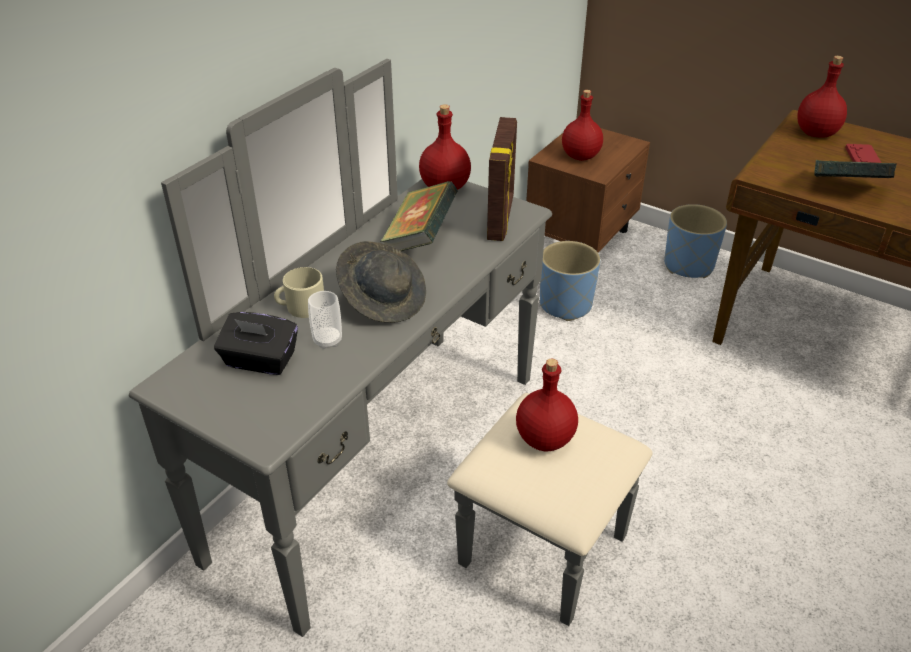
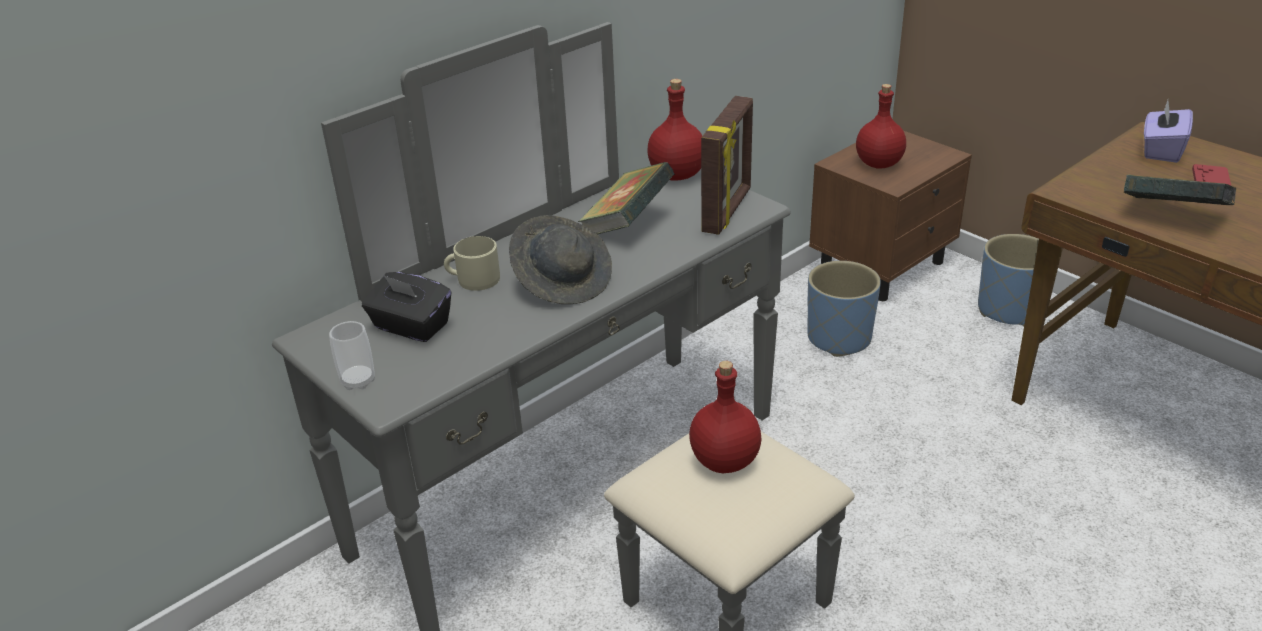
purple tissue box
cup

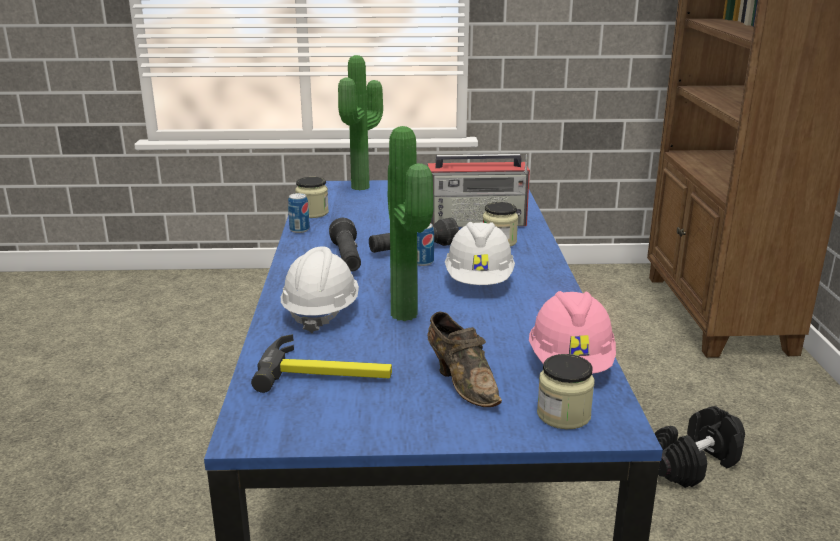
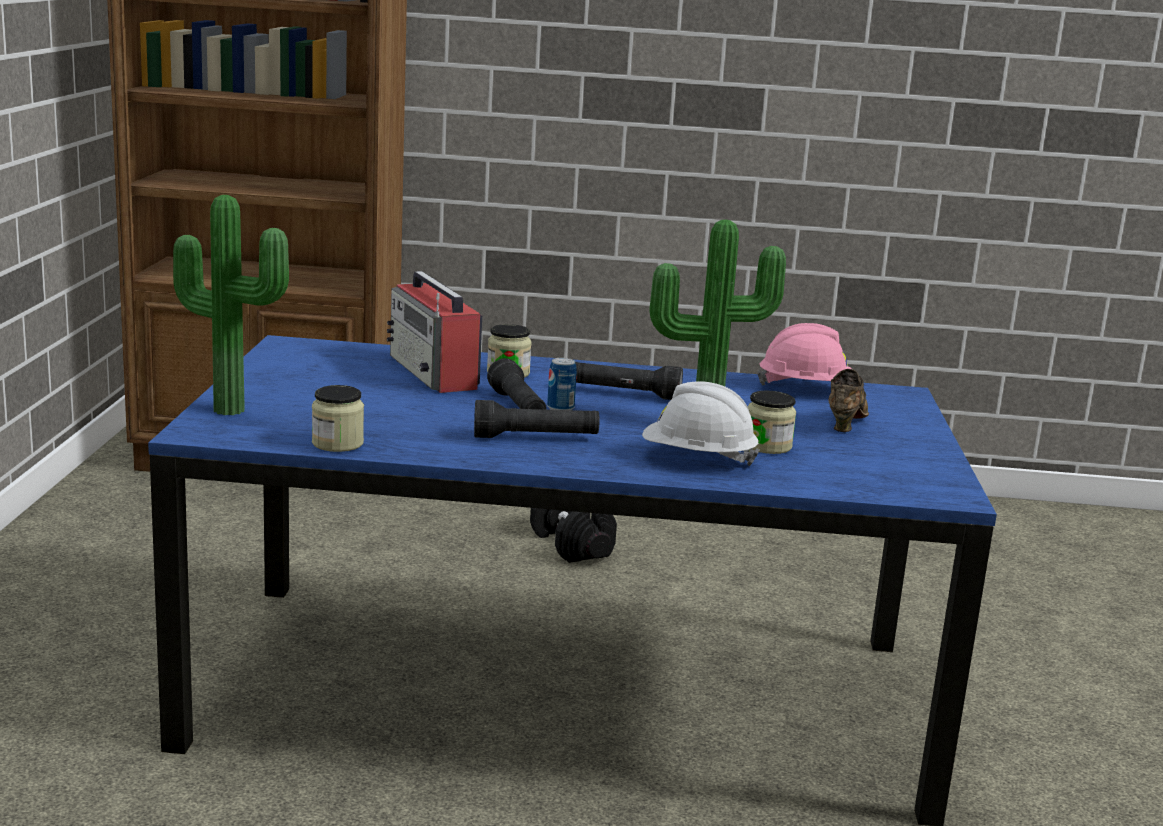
radio
can (1st from left in the first image)
black flashlight (3rd from left)
brown shoe
hammer
jar (3rd from left)

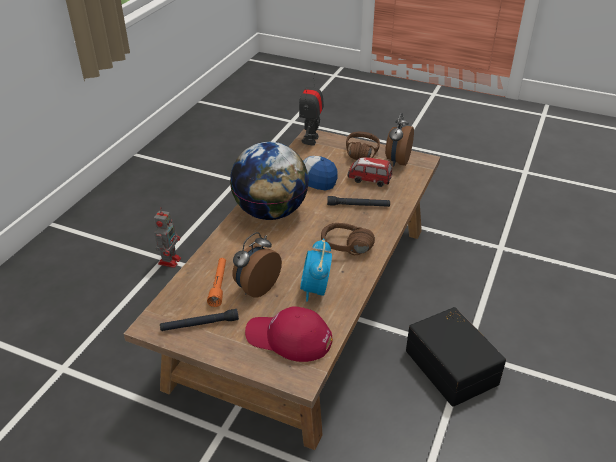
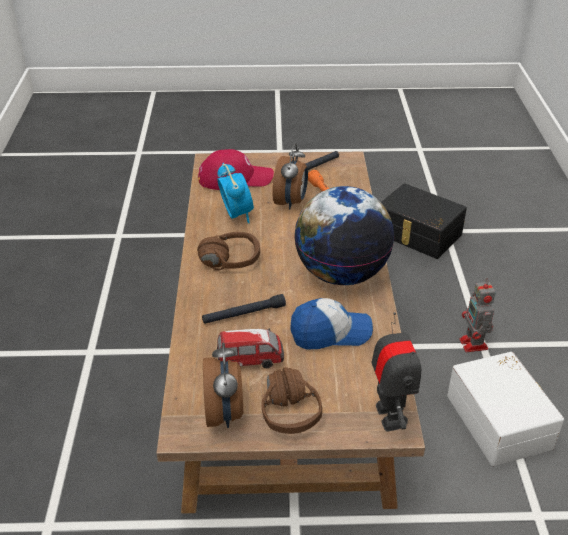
black storage box
white storage box

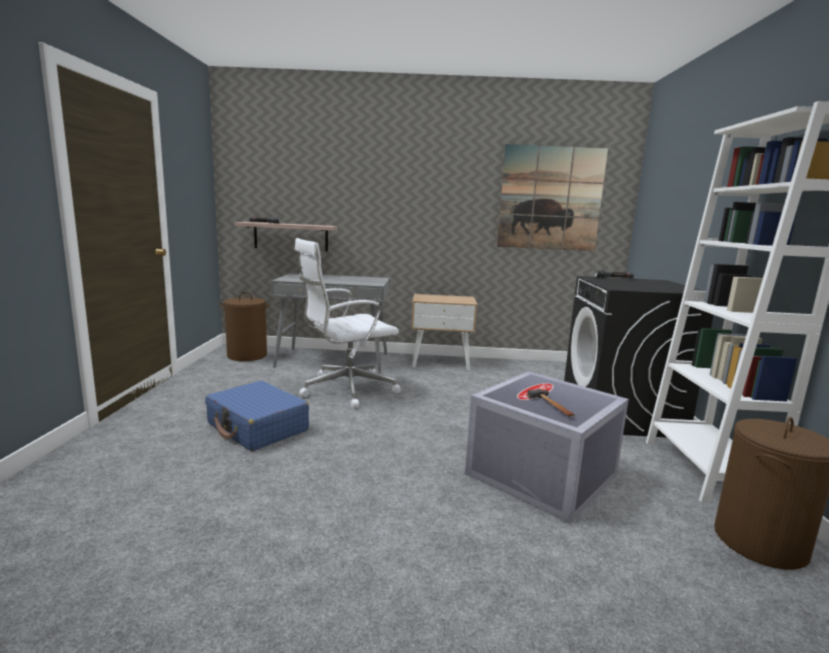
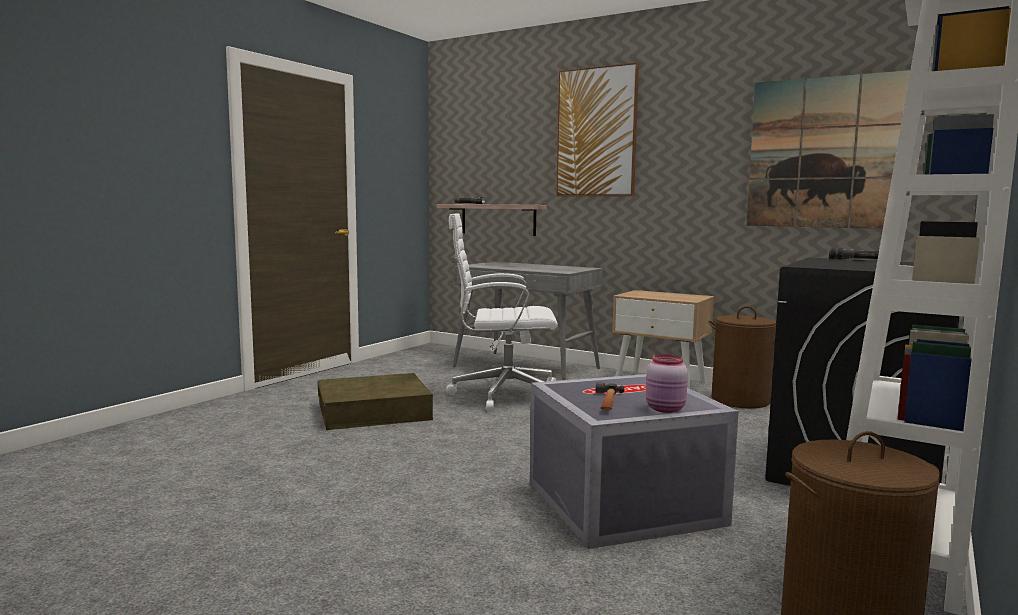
brown laundry basket (1st from left)
brown storage box
picture (1st from left)
pink jar

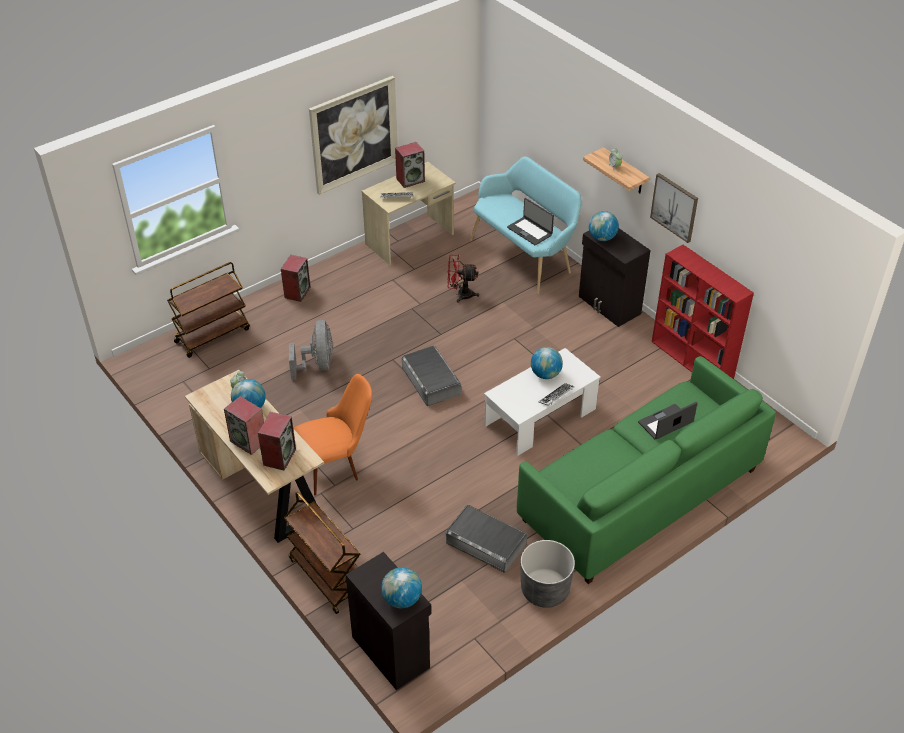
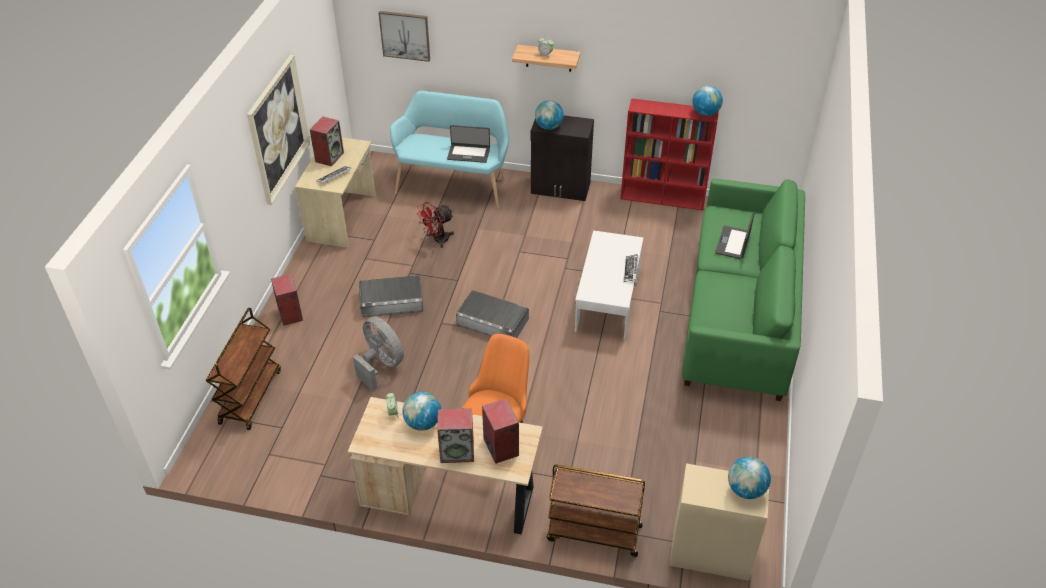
picture (2nd from left)
globe (3rd from left)
grey storage box (1st from left)
grey planter
beige cabinet

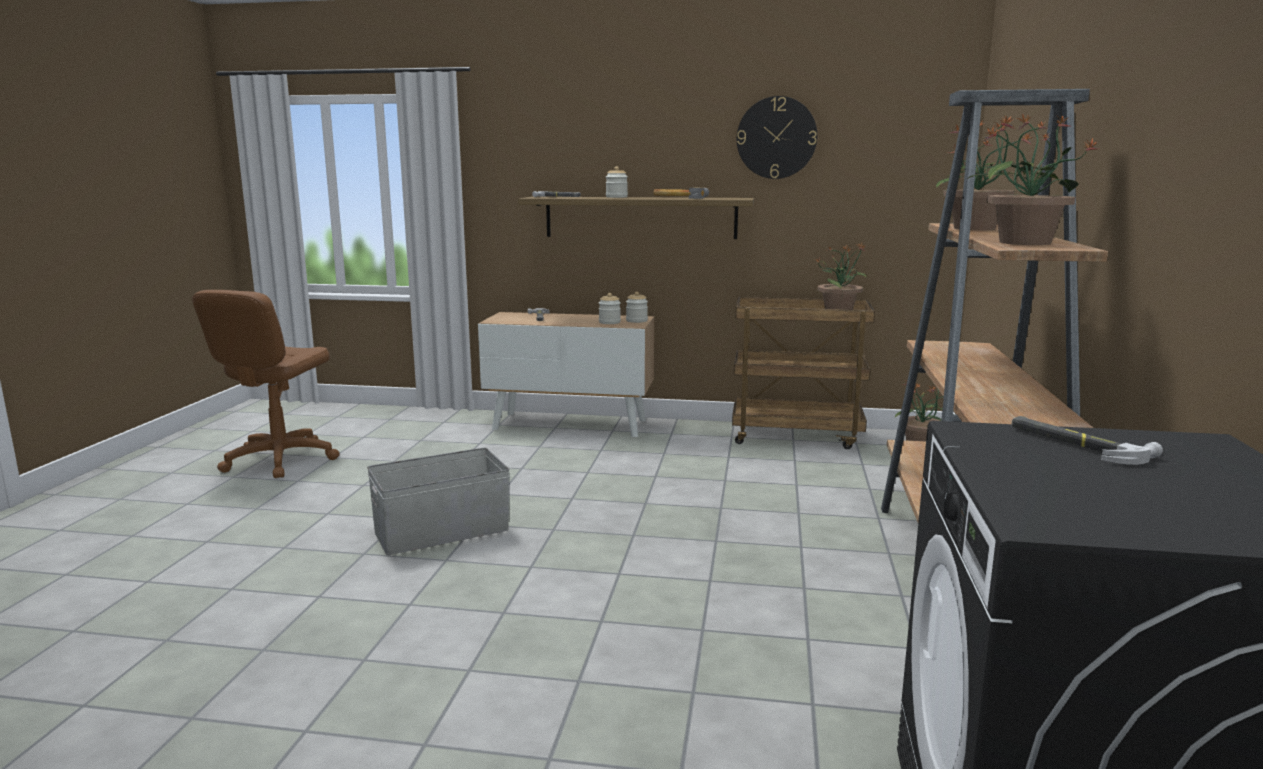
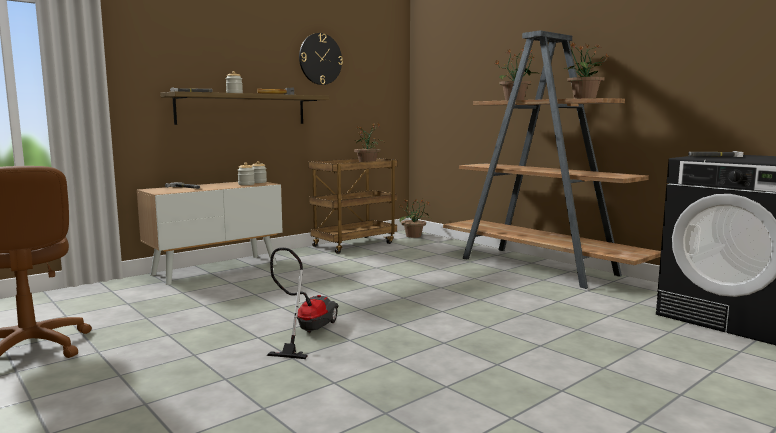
vacuum cleaner

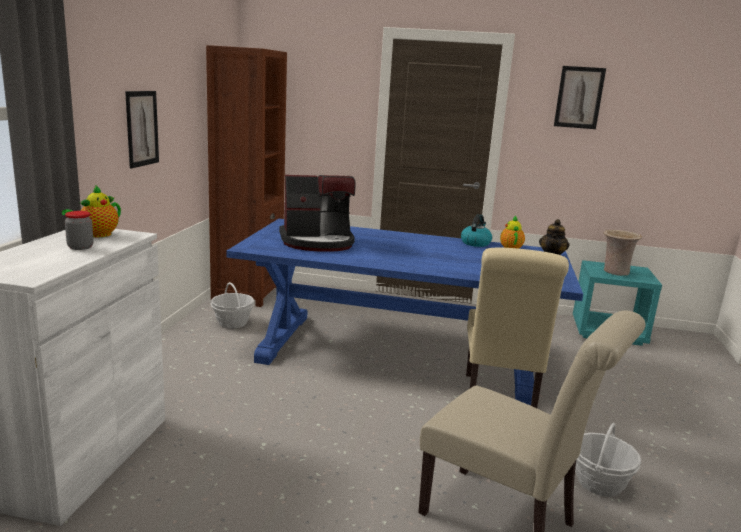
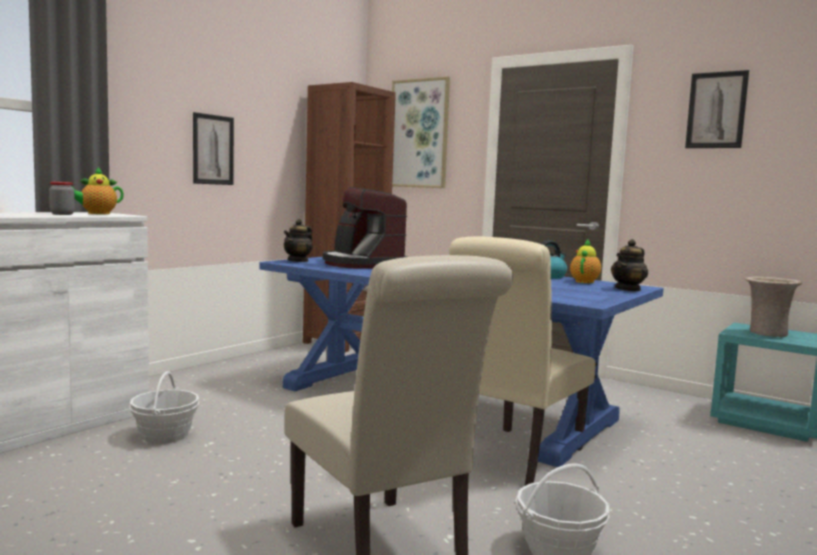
coffee machine
basket (1st from left)
picture (2nd from left)
teapot (2nd from left)

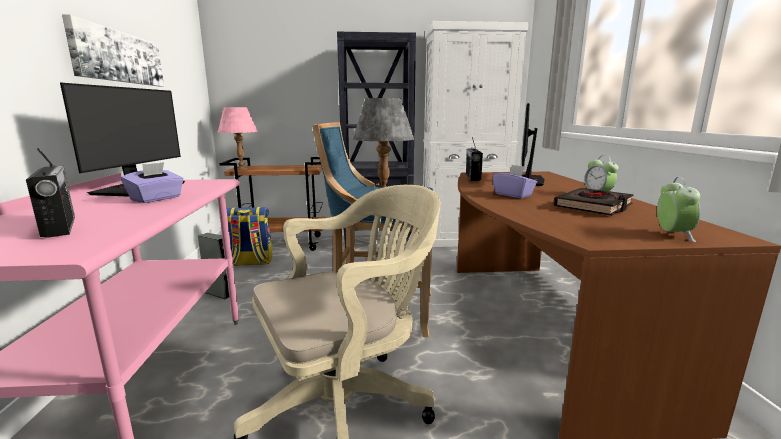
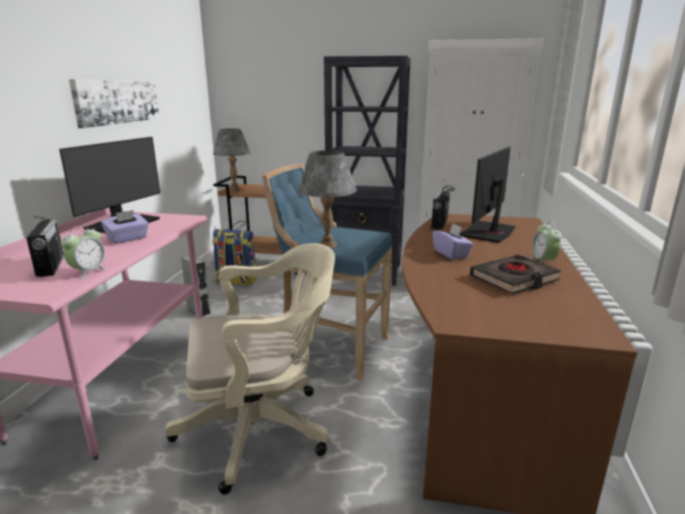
grey table lamp (1st from left)
alarm clock (1st from left)

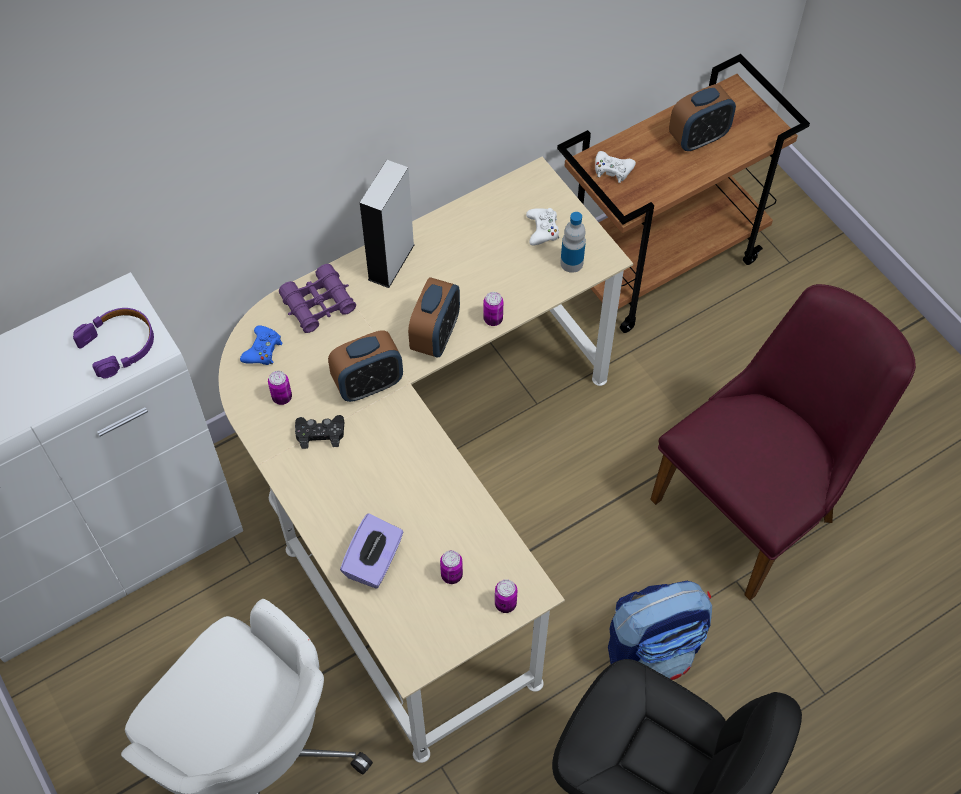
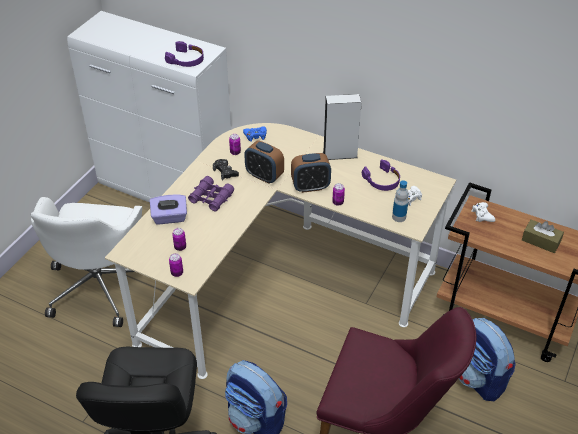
brown tissue box
purple binoculars
purple headphones (2nd from left)
backpack (2nd from left)

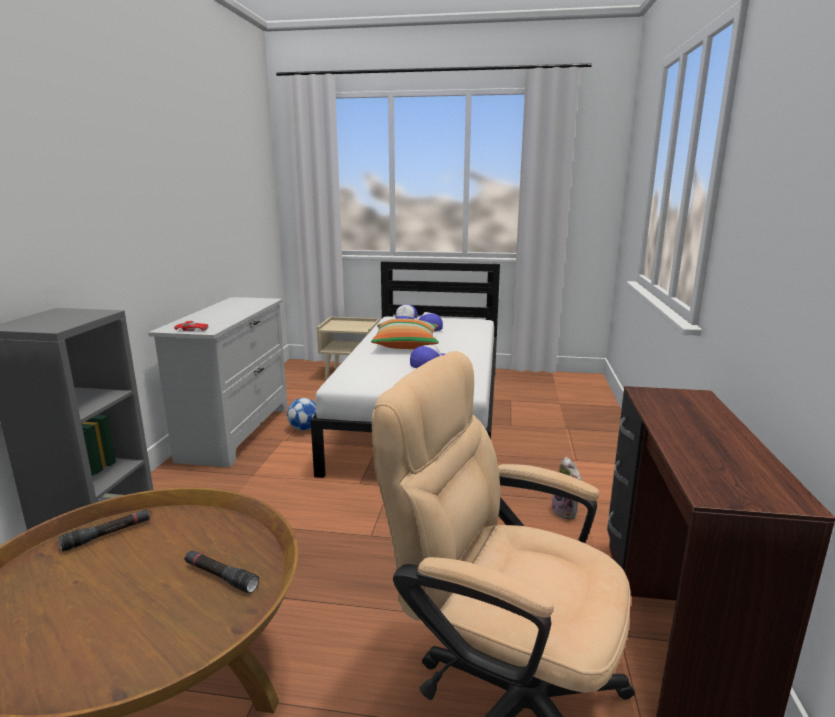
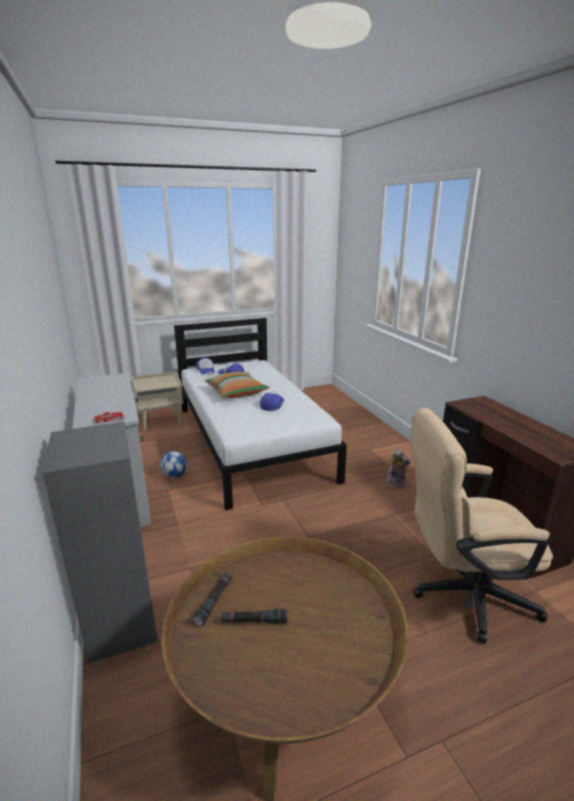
black flashlight (2nd from left)

